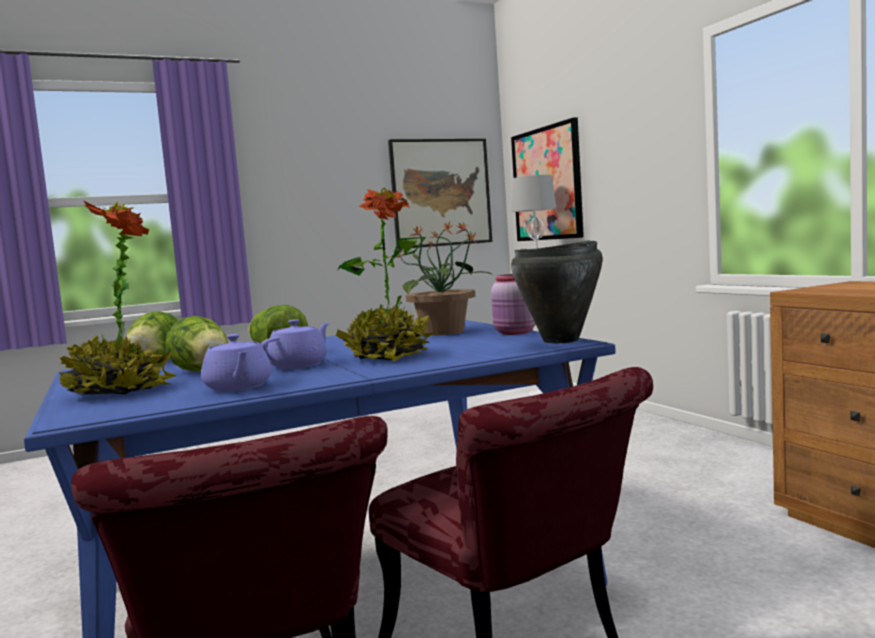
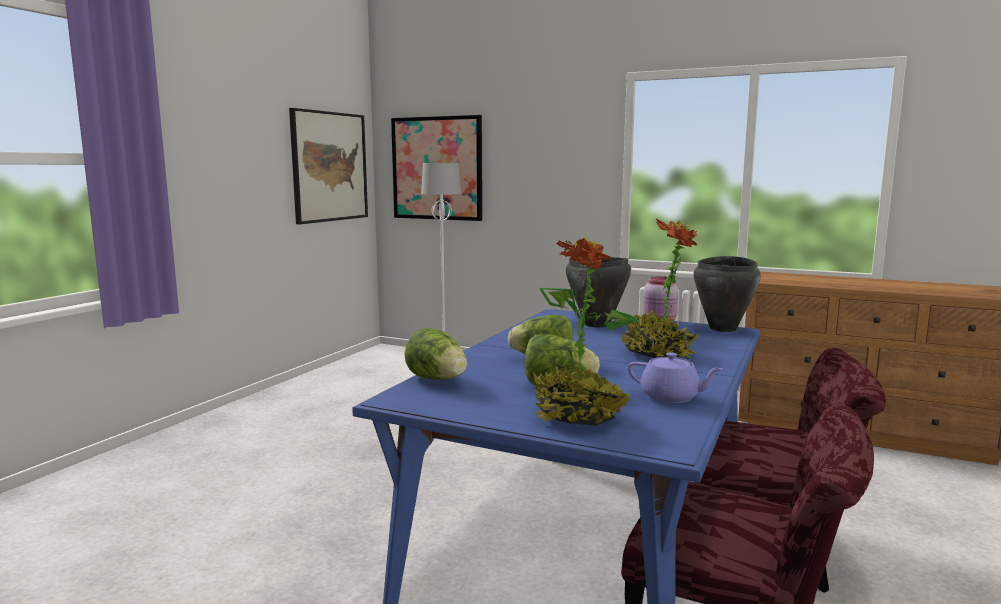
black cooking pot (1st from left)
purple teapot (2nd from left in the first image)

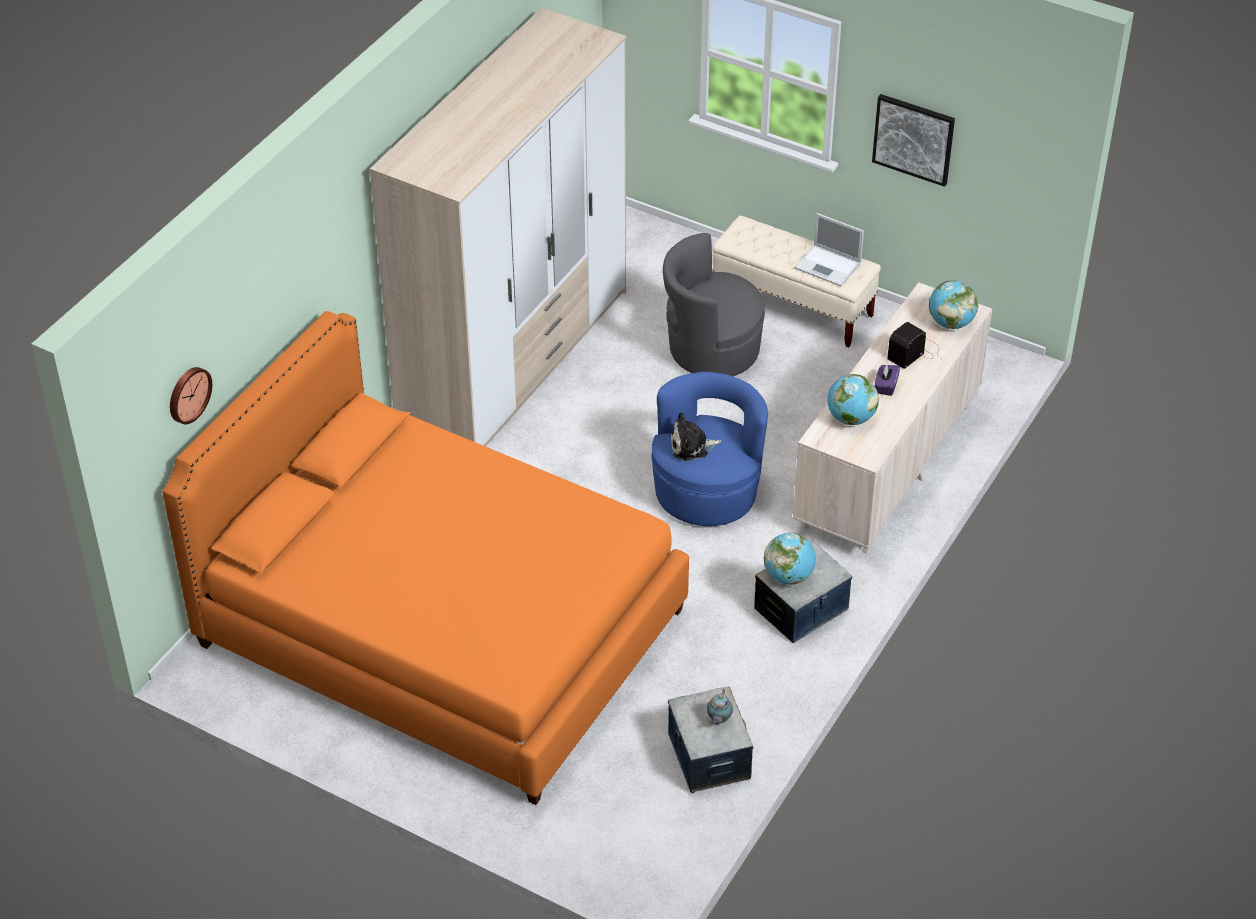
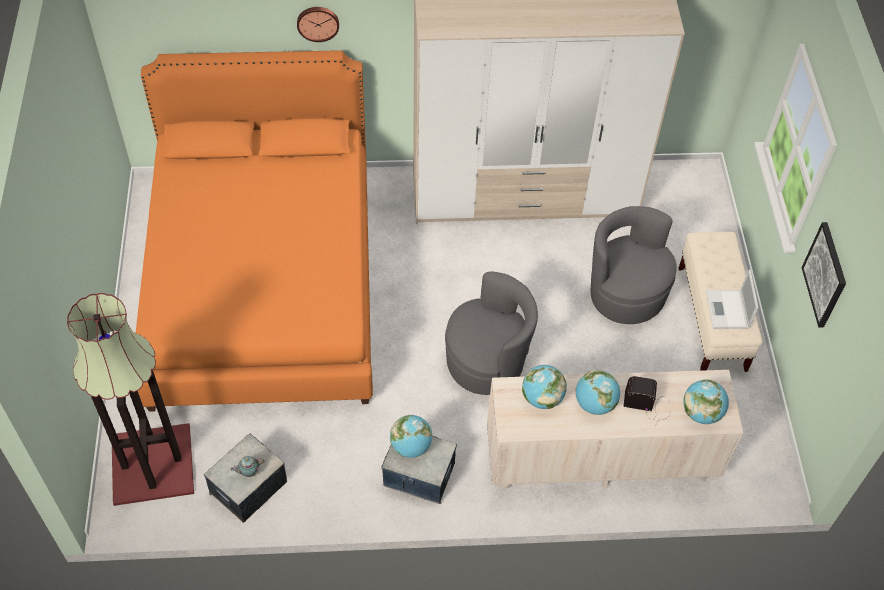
globe (3rd from left)
wall clock
grey armchair (1st from left)
plush toy
floor lamp

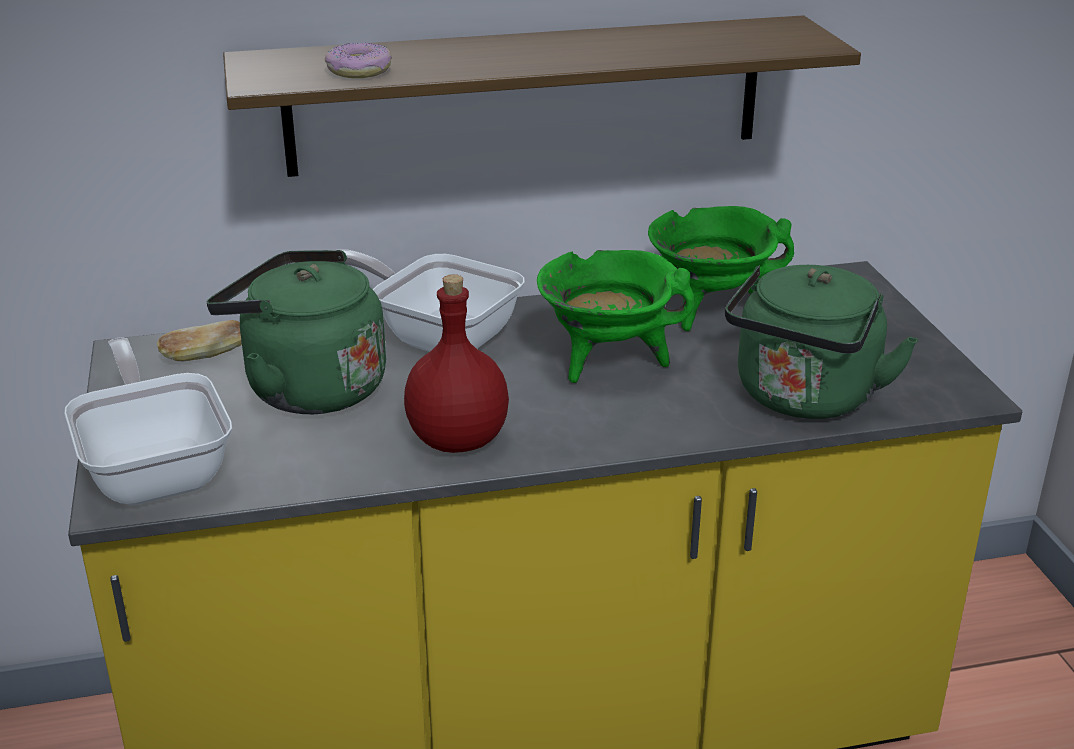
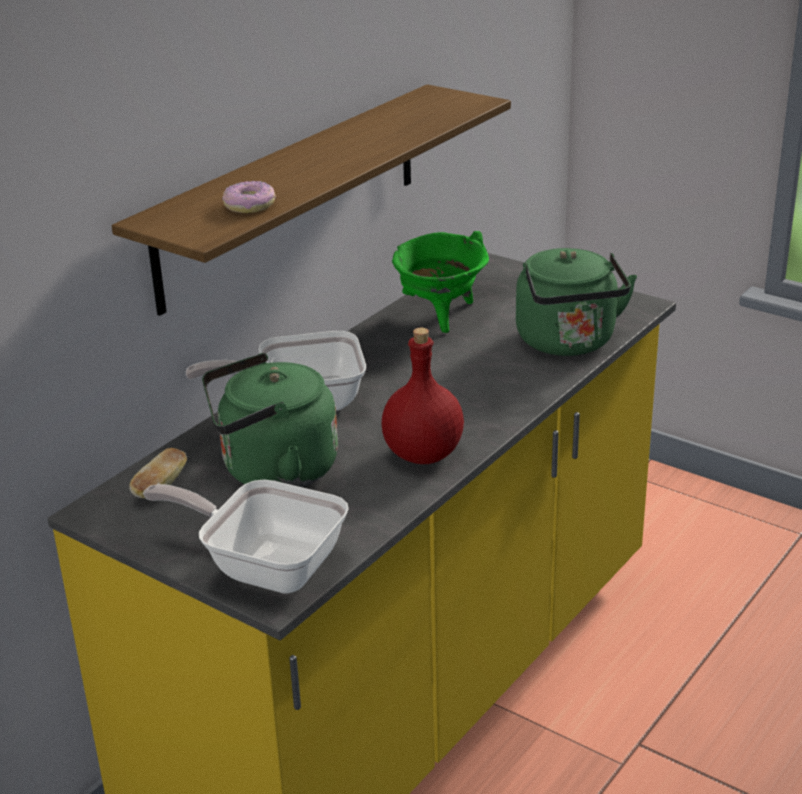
green cooking pot (1st from left in the first image)

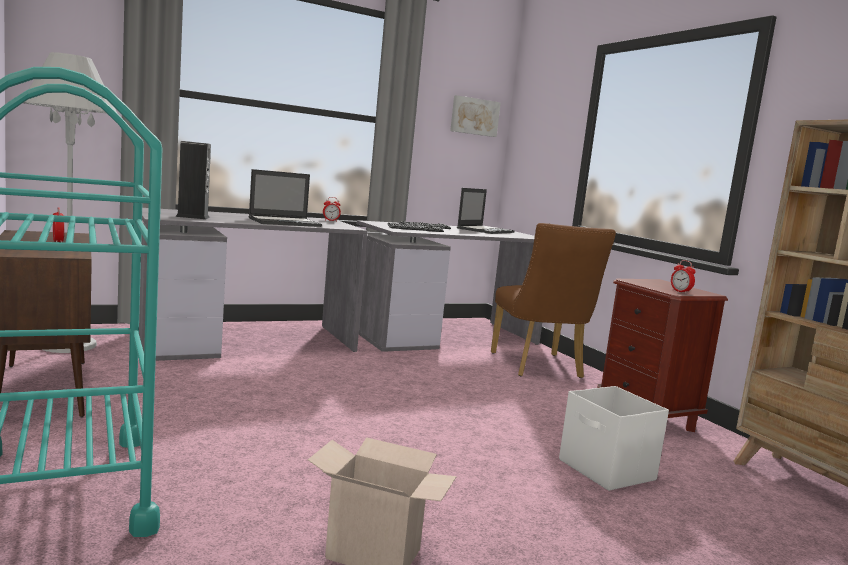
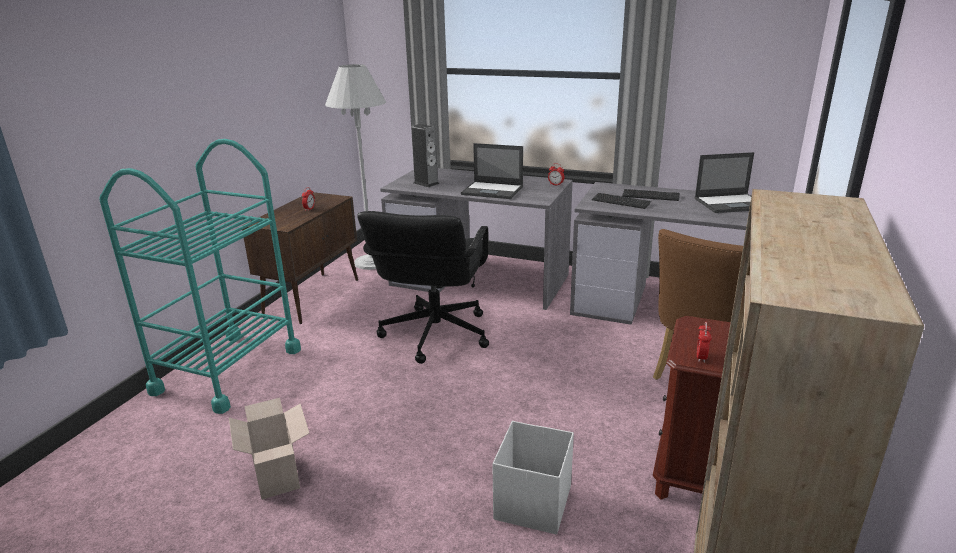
picture
black office chair

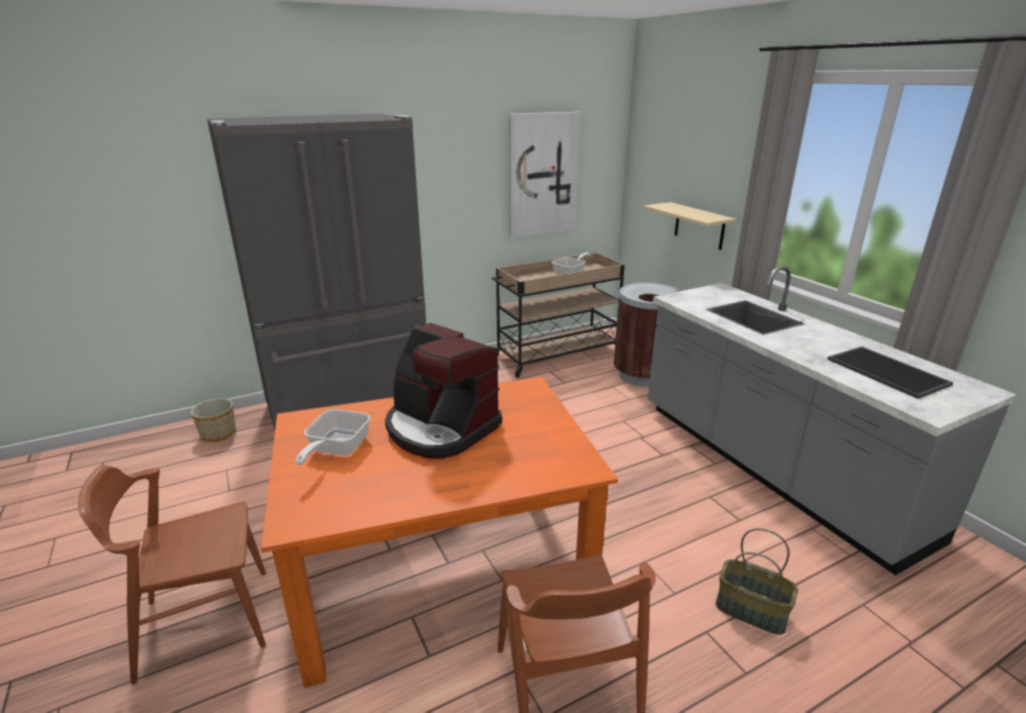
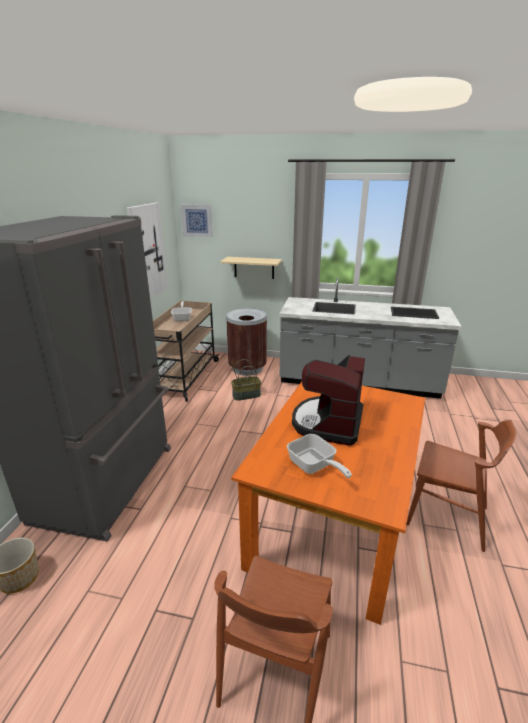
coffee machine
basket
picture (2nd from left)

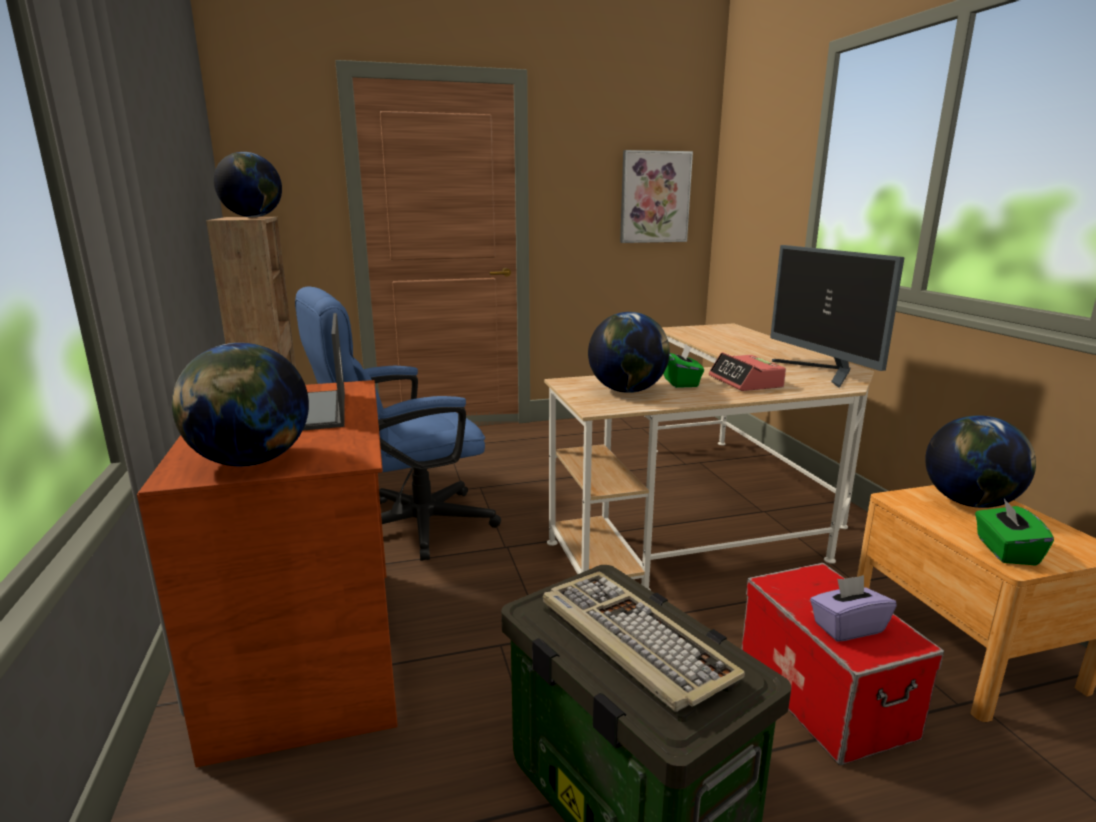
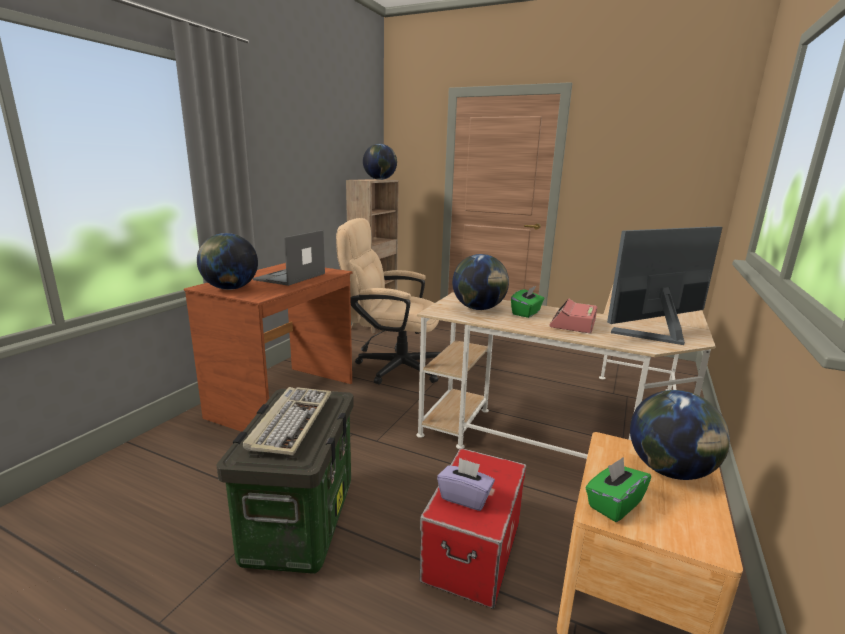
picture
monitor
beige office chair

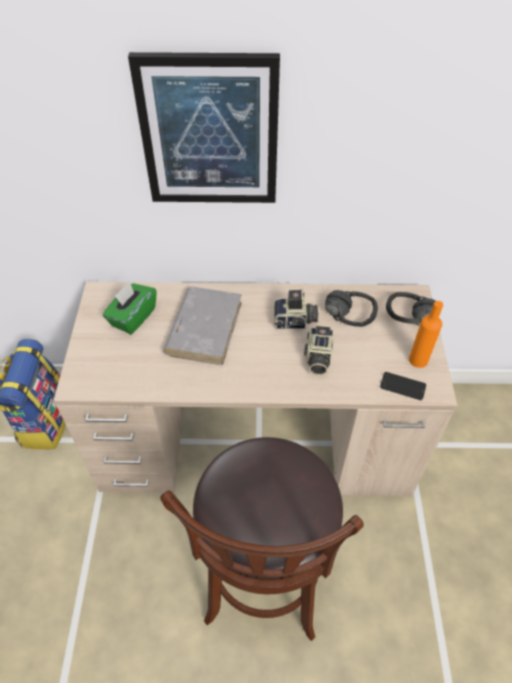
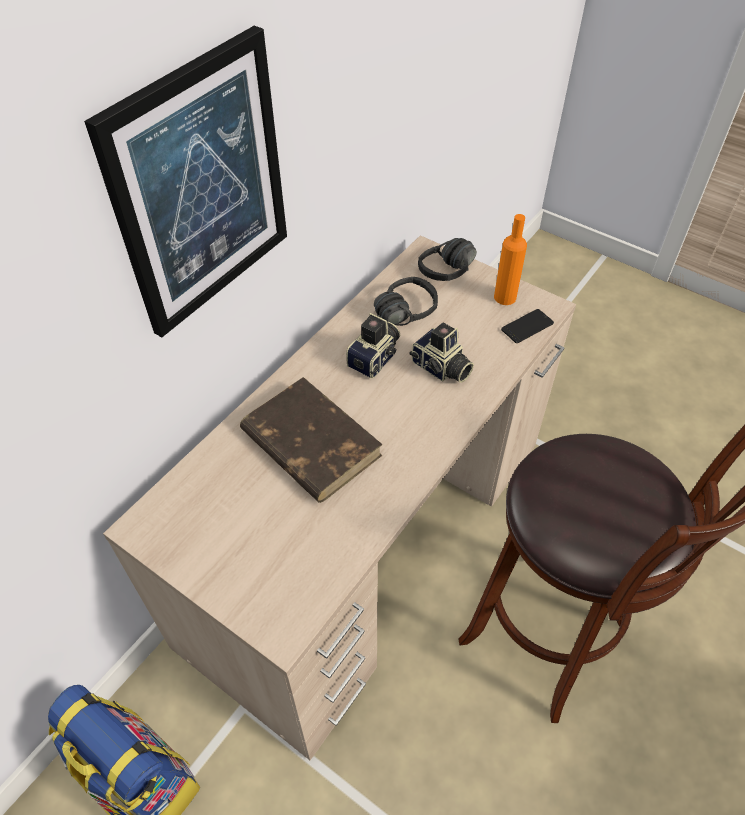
green tissue box
brown book

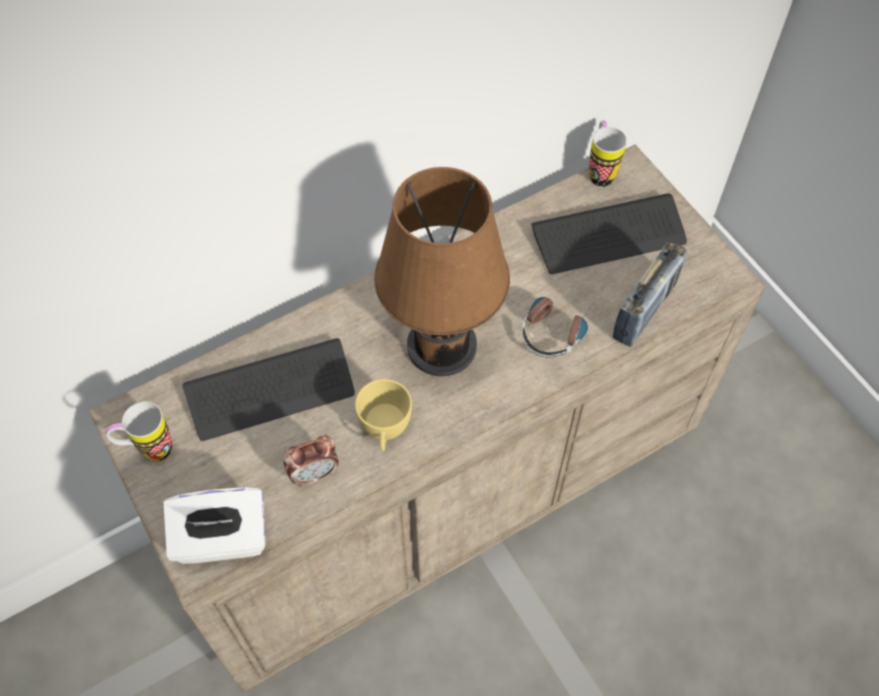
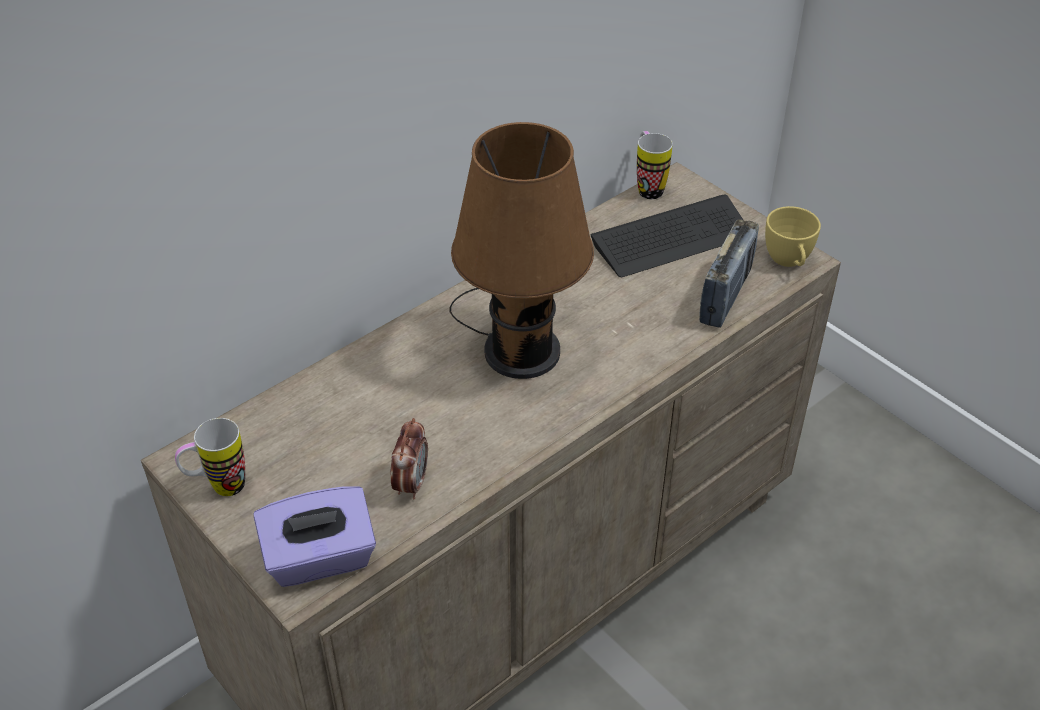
headphones
keyboard (1st from left in the first image)
yellow cup
alarm clock
purple tissue box

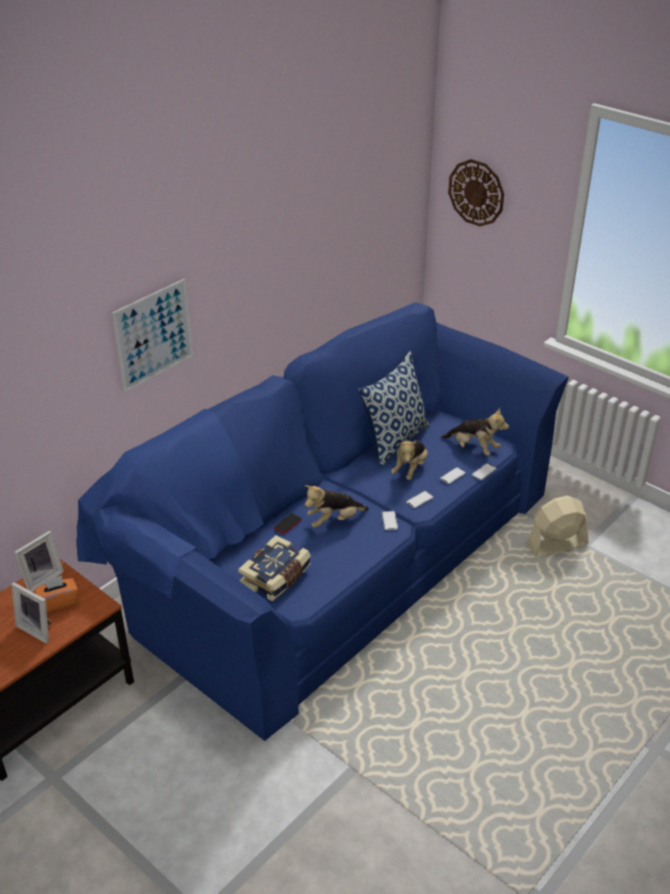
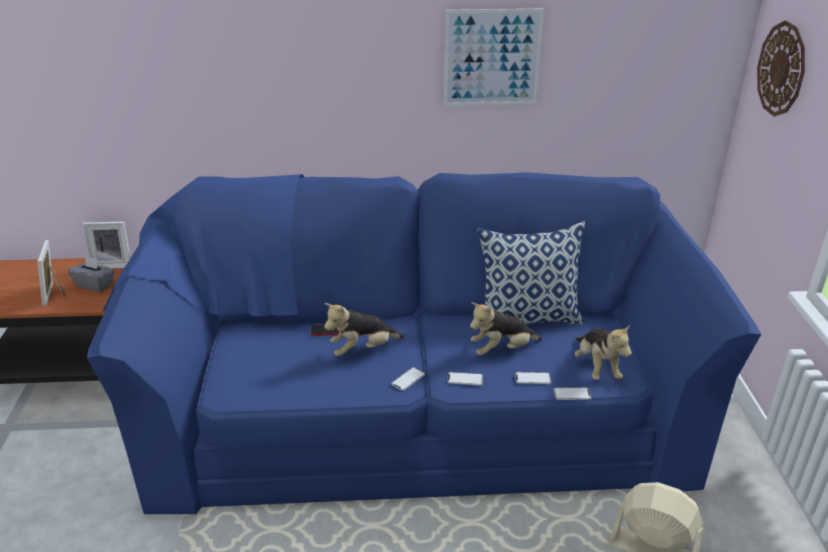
picture
plush toy (1st from left)
book
grey tissue box

